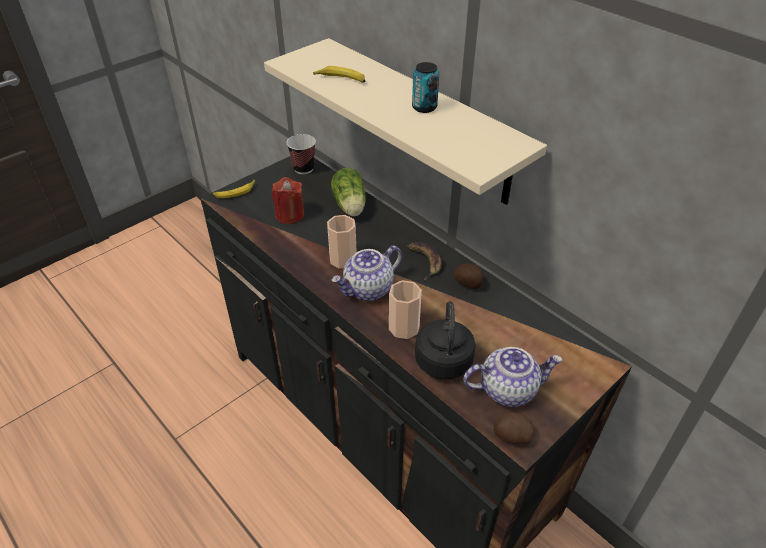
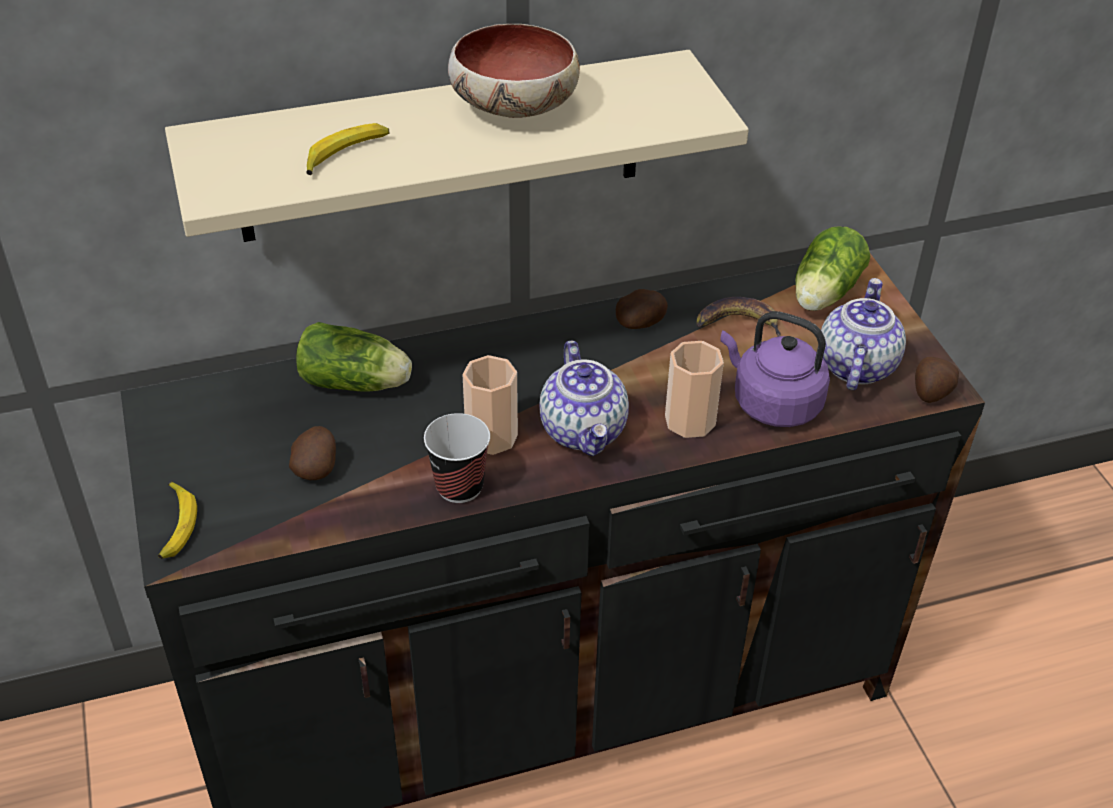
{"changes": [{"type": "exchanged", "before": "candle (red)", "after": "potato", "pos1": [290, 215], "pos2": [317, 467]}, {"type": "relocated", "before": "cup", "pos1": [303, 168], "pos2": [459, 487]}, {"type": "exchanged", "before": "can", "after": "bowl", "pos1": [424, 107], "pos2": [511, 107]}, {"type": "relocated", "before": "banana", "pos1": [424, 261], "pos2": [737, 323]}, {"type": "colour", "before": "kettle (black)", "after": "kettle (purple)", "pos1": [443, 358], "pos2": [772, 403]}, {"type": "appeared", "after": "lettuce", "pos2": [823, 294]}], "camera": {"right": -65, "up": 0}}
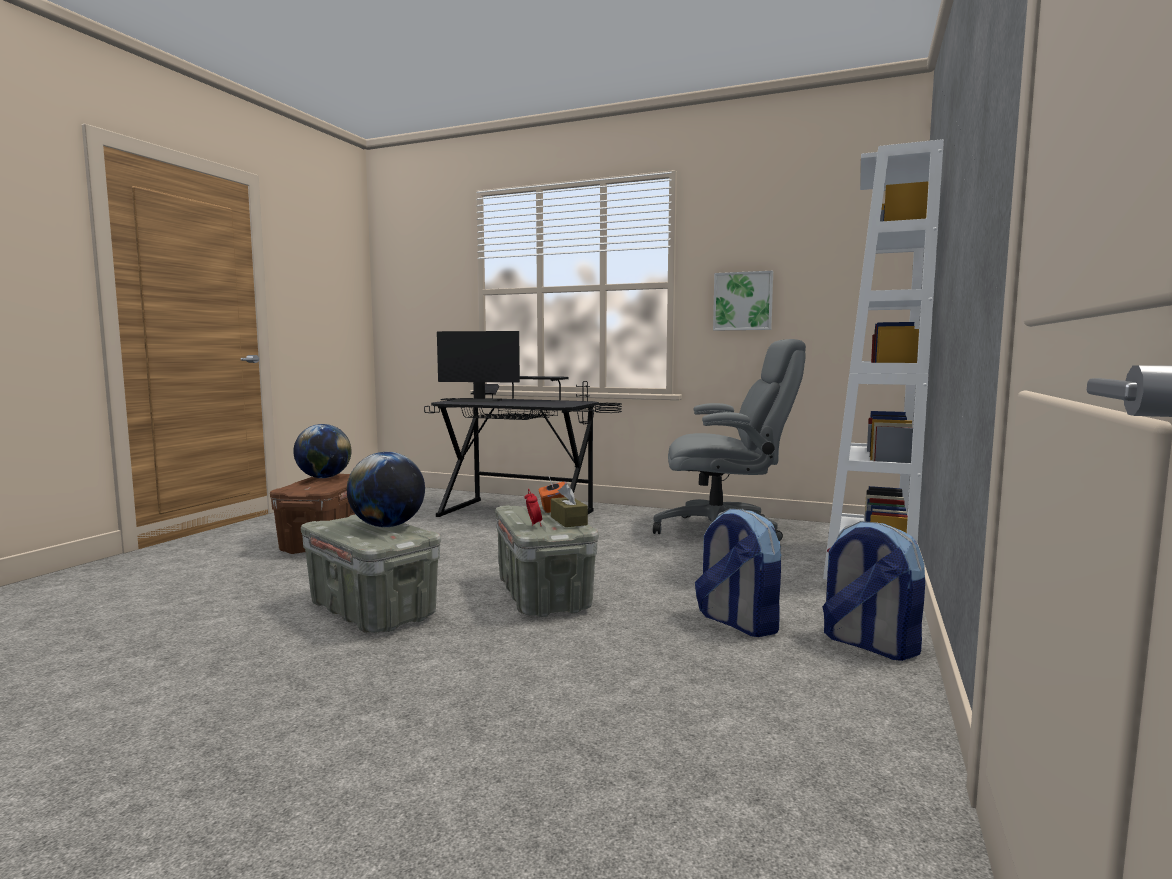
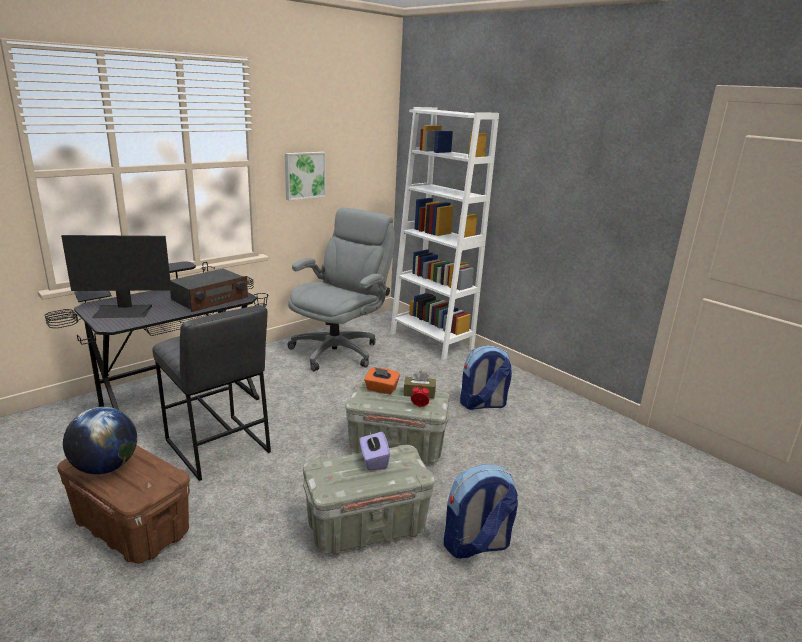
{"changes": [{"type": "spun", "before": "monitor", "pos1": [477, 401], "pos2": [123, 311], "turn": 45}, {"type": "appeared", "after": "stool (grey)", "pos2": [218, 447]}, {"type": "appeared", "after": "radio", "pos2": [210, 299]}, {"type": "exchanged", "before": "globe", "after": "tissue box (purple)", "pos1": [388, 526], "pos2": [373, 461]}, {"type": "relocated", "before": "backpack", "pos1": [868, 644], "pos2": [476, 546]}], "camera": {"right": -65, "up": 15}}
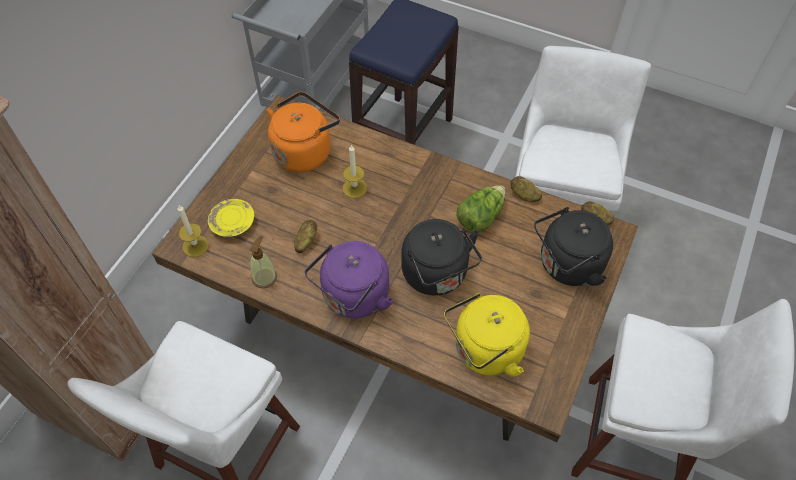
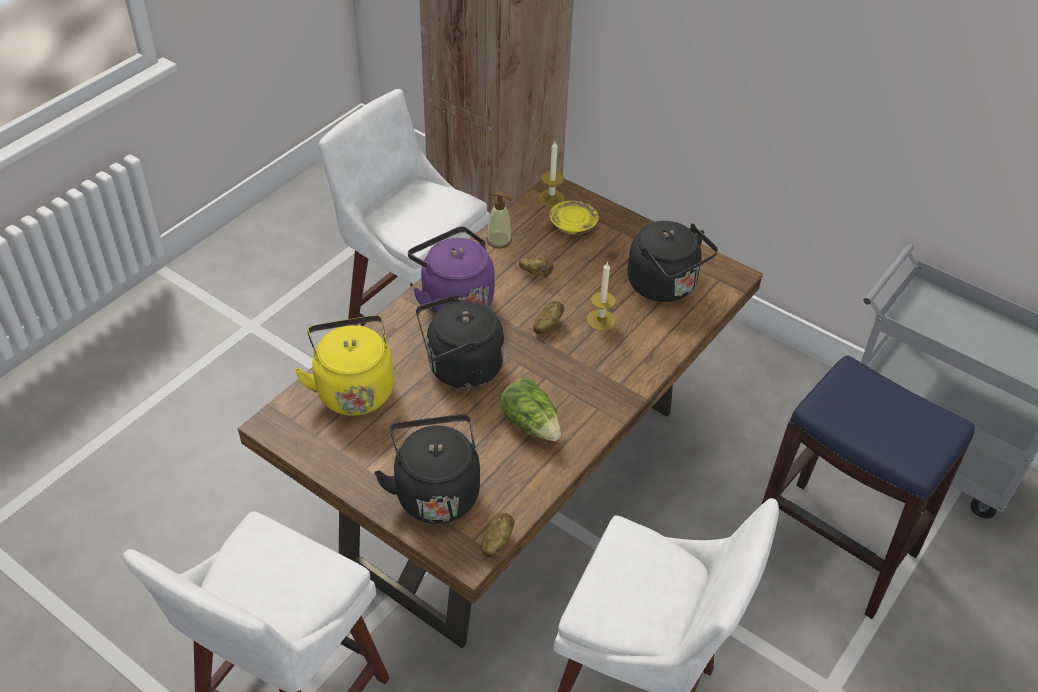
{"changes": [{"type": "relocated", "before": "potato", "pos1": [524, 195], "pos2": [547, 325]}, {"type": "colour", "before": "kettle (orange)", "after": "kettle (black)", "pos1": [304, 151], "pos2": [665, 286]}], "camera": {"right": 100, "up": -10}}
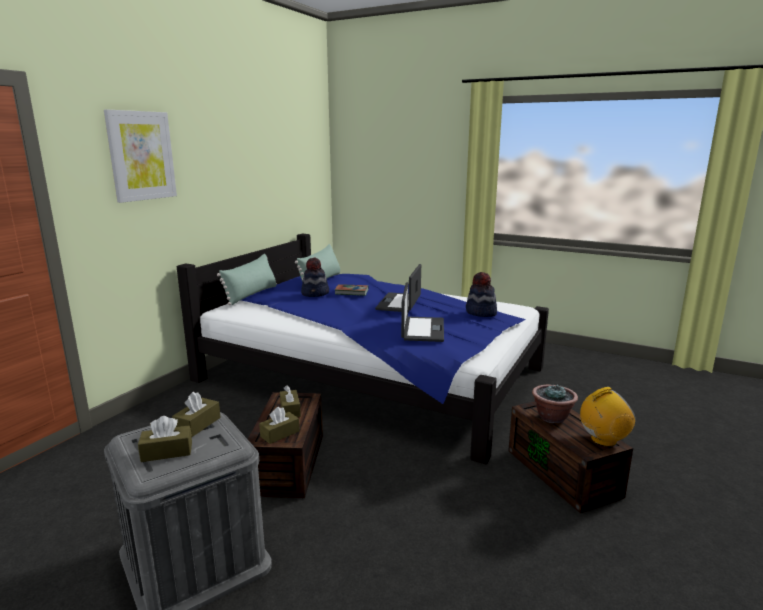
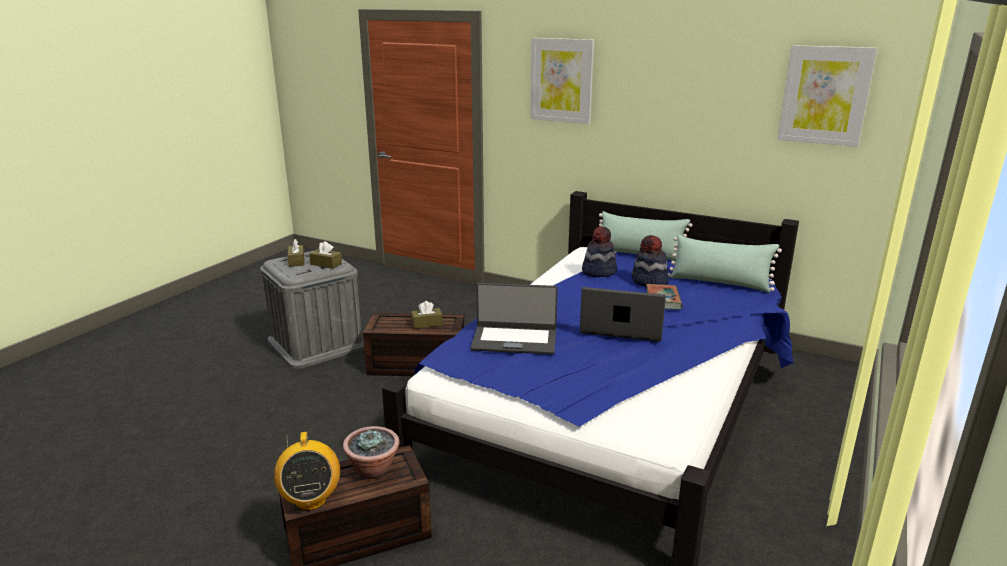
{"changes": [{"type": "relocated", "before": "hat", "pos1": [480, 313], "pos2": [598, 271]}, {"type": "appeared", "after": "picture", "pos2": [825, 95]}, {"type": "missing", "before": "tissue box (brown)", "pos1": [280, 434]}], "camera": {"right": 90, "up": 5}}
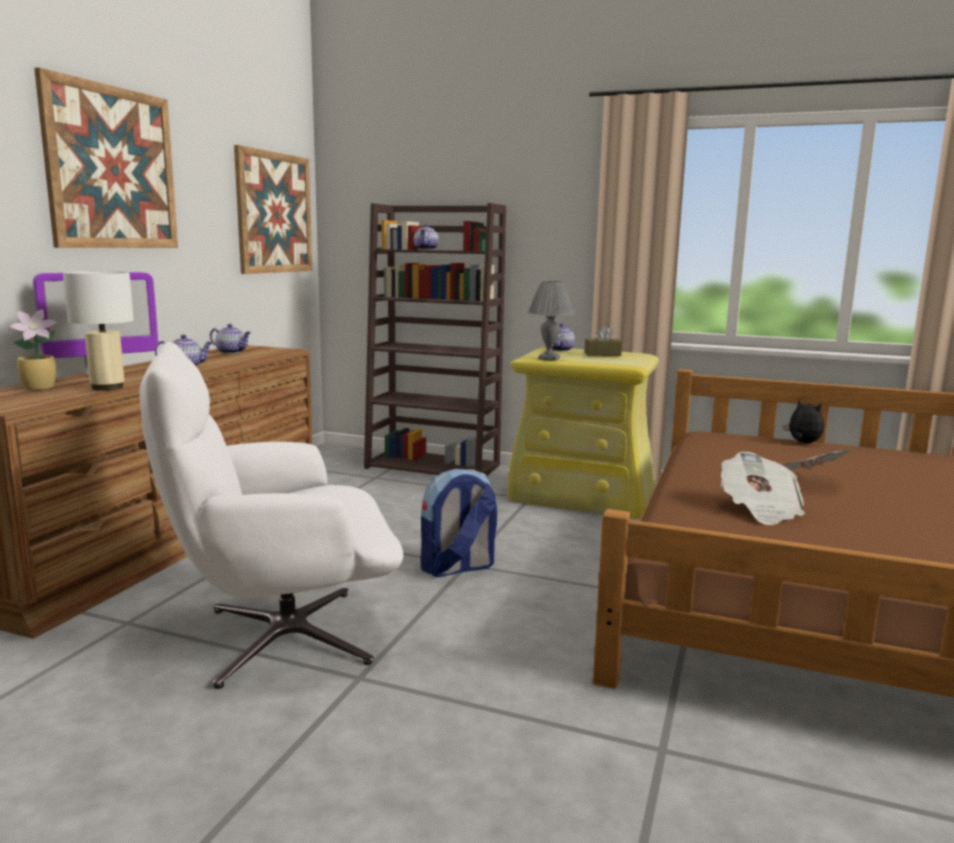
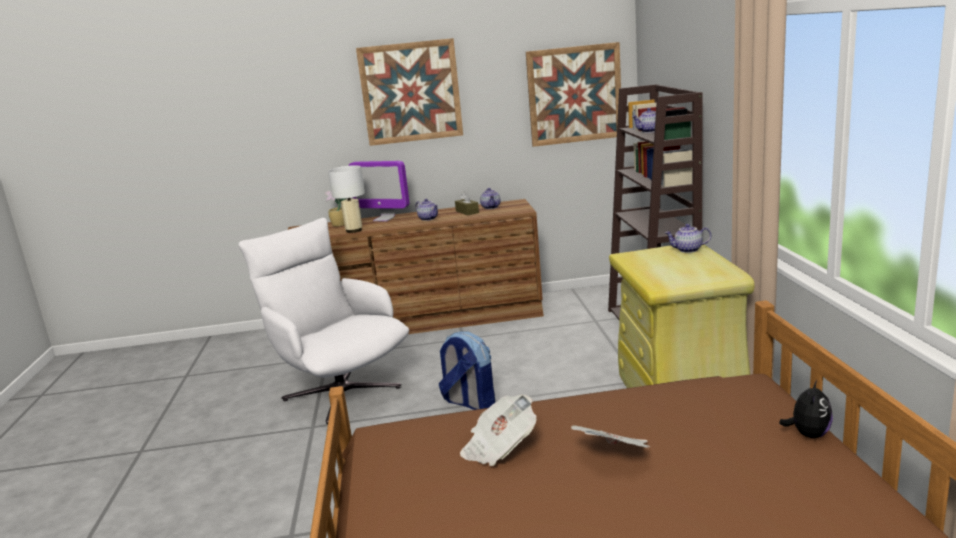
{"changes": [{"type": "relocated", "before": "tissue box (brown)", "pos1": [602, 354], "pos2": [467, 212]}, {"type": "missing", "before": "table lamp (grey)", "pos1": [548, 358]}], "camera": {"right": 65, "up": 5}}
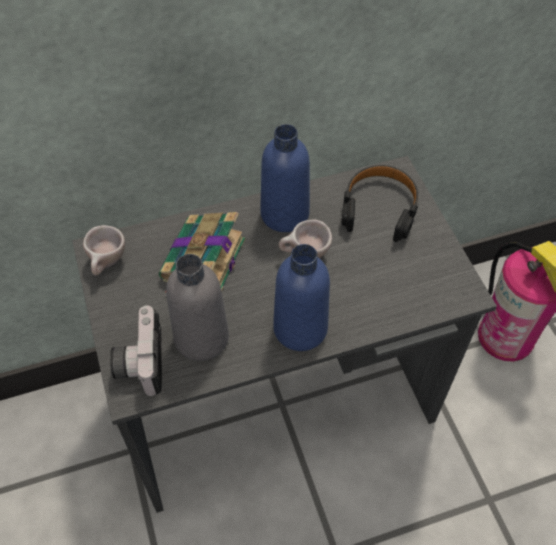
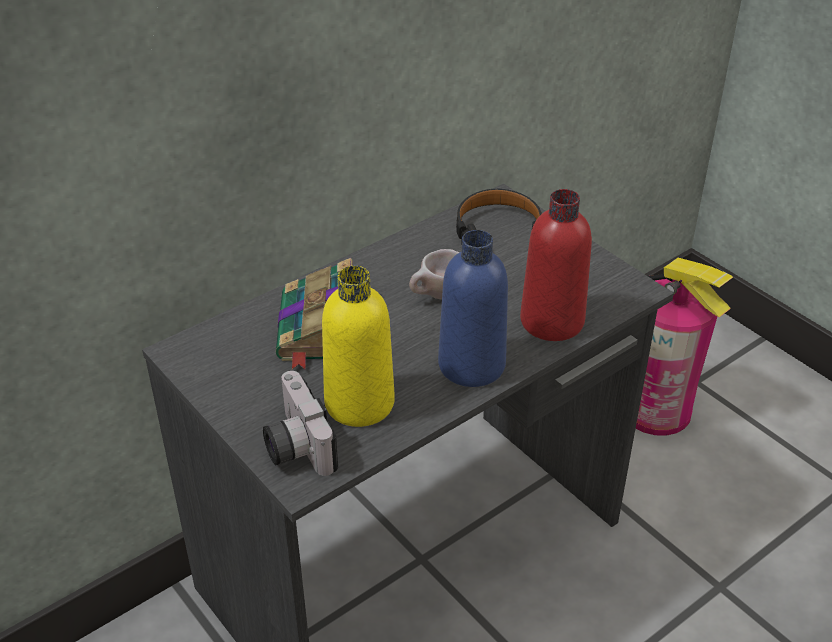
{"changes": [{"type": "colour", "before": "bottle (grey)", "after": "bottle (yellow)", "pos1": [201, 337], "pos2": [359, 403]}, {"type": "appeared", "after": "bottle (red)", "pos2": [552, 321]}, {"type": "missing", "before": "cup (beige)", "pos1": [107, 264]}, {"type": "missing", "before": "bottle (blue)", "pos1": [284, 214]}], "camera": {"right": -20, "up": -15}}
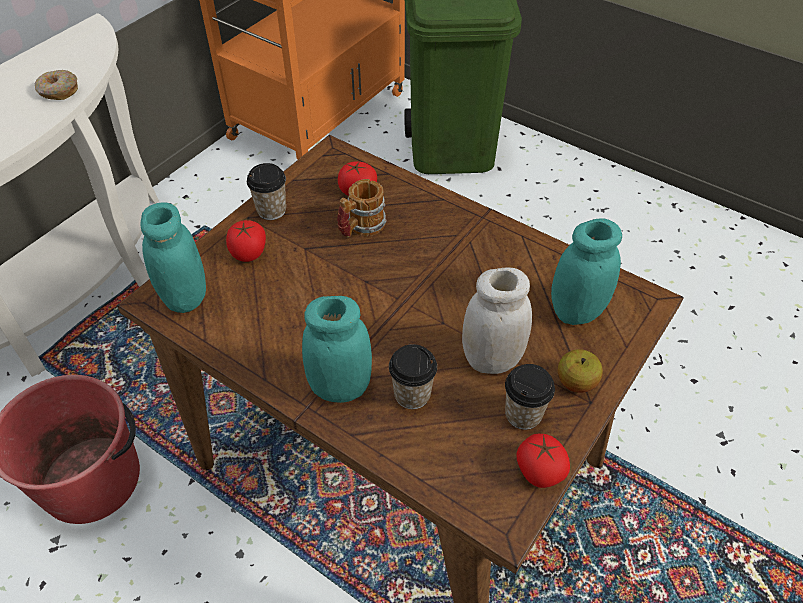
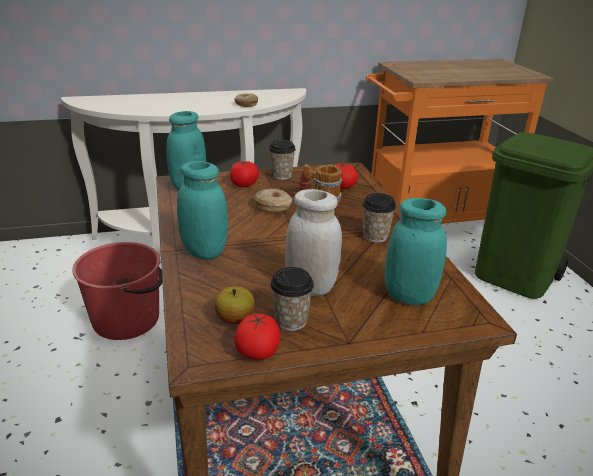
{"changes": [{"type": "relocated", "before": "apple", "pos1": [576, 382], "pos2": [235, 319]}, {"type": "appeared", "after": "donut", "pos2": [273, 206]}, {"type": "relocated", "before": "cup", "pos1": [412, 394], "pos2": [375, 236]}], "camera": {"right": 40, "up": -20}}
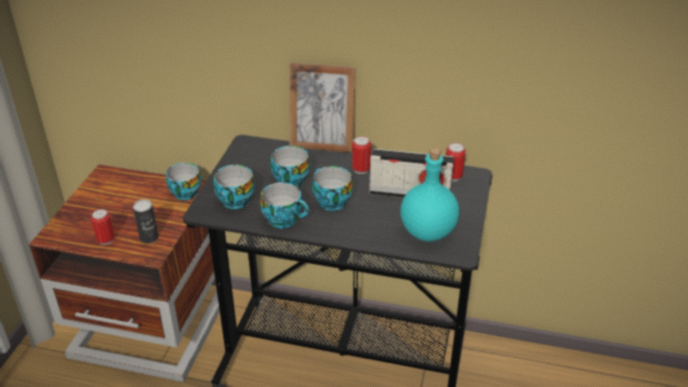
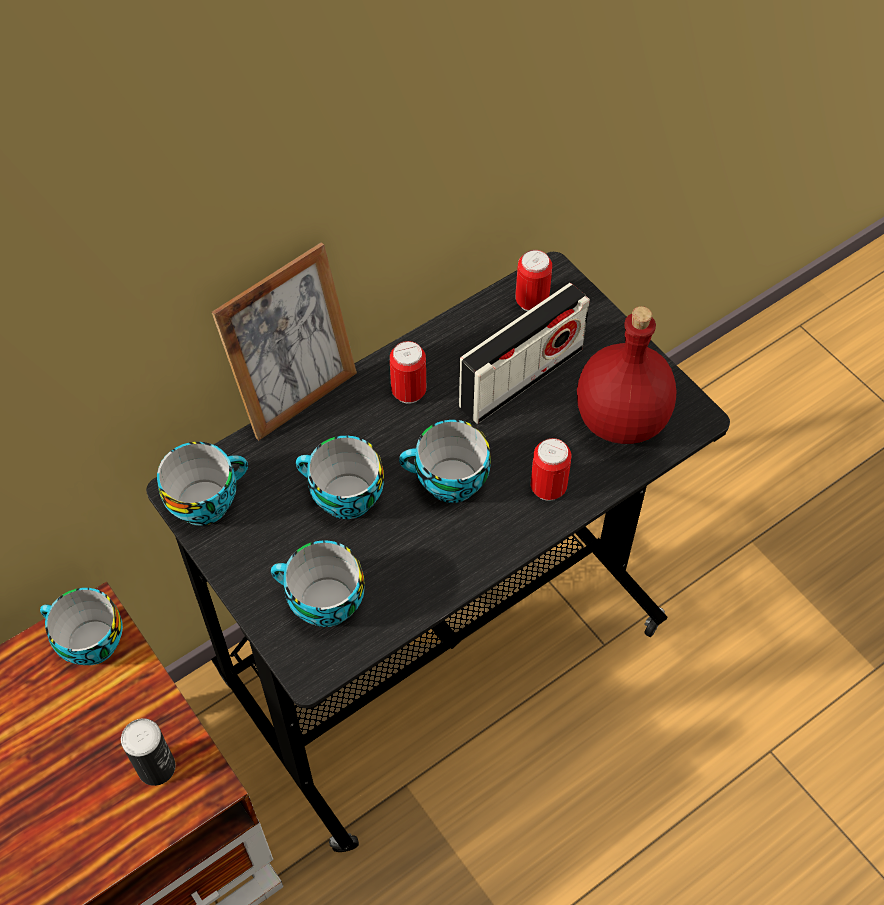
{"changes": [{"type": "relocated", "before": "cup", "pos1": [285, 219], "pos2": [206, 500]}, {"type": "relocated", "before": "can", "pos1": [106, 240], "pos2": [548, 488]}, {"type": "colour", "before": "bottle (turquoise)", "after": "bottle (red)", "pos1": [428, 232], "pos2": [621, 418]}], "camera": {"right": -50, "up": 20}}
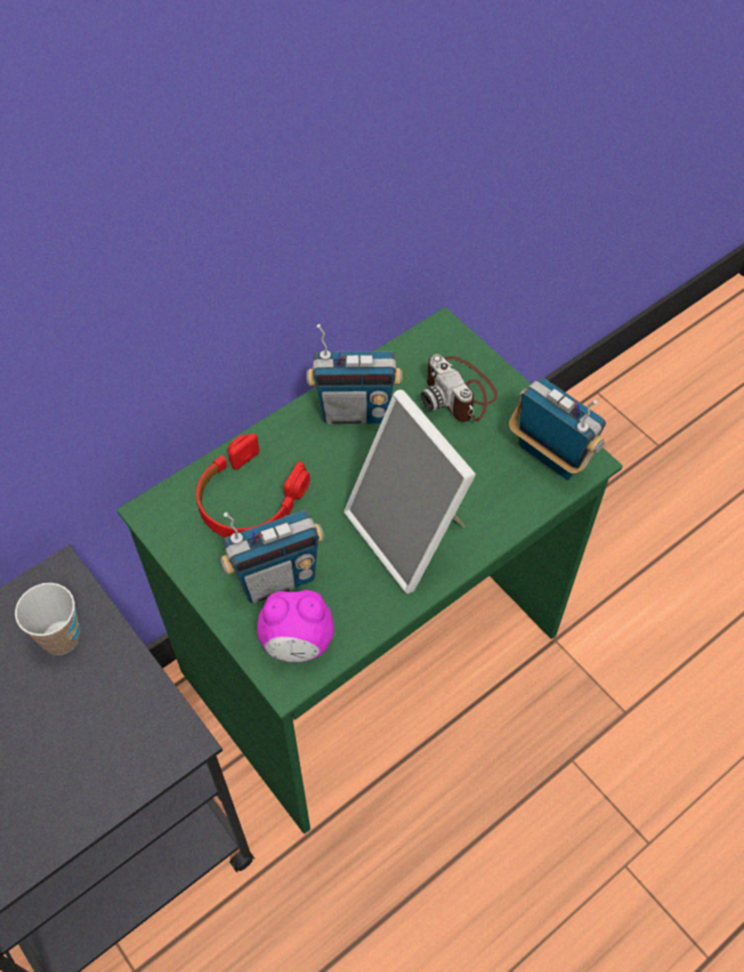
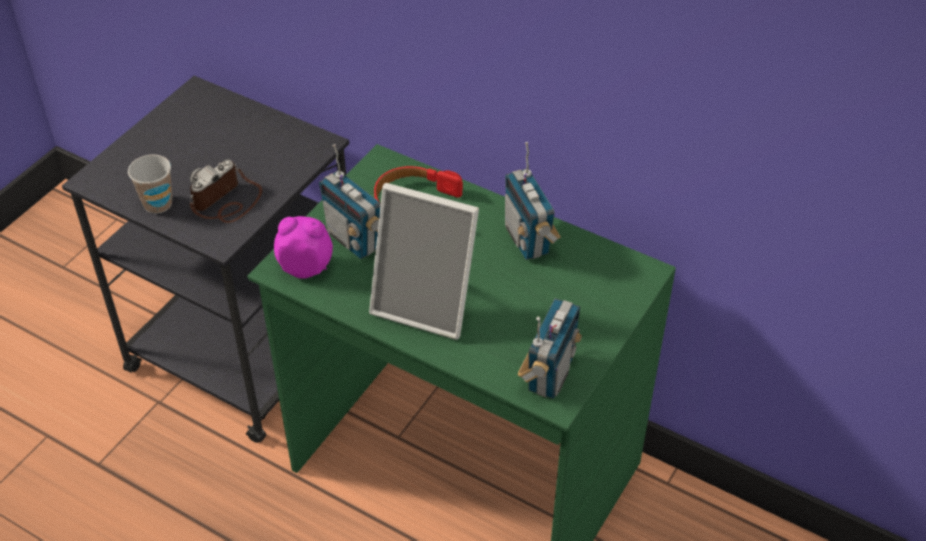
{"changes": [{"type": "relocated", "before": "cup", "pos1": [61, 638], "pos2": [158, 204]}, {"type": "relocated", "before": "photo camera", "pos1": [459, 392], "pos2": [226, 201]}, {"type": "spun", "before": "alarm clock", "pos1": [297, 644], "pos2": [306, 267], "turn": 120}, {"type": "spun", "before": "picture frame", "pos1": [410, 534], "pos2": [427, 303], "turn": -105}], "camera": {"right": 70, "up": -10}}
